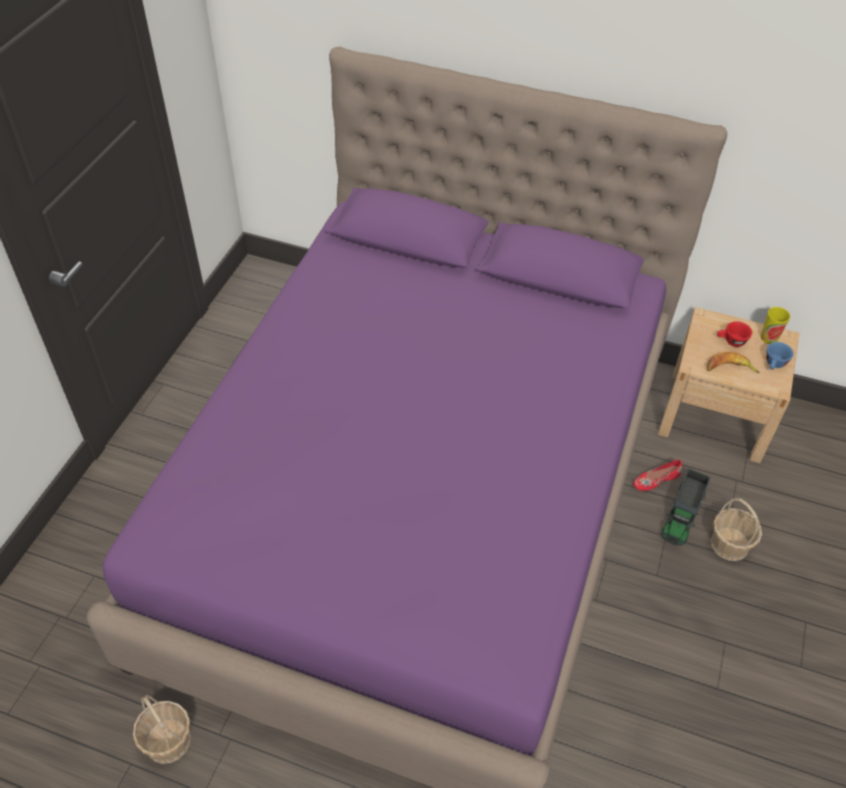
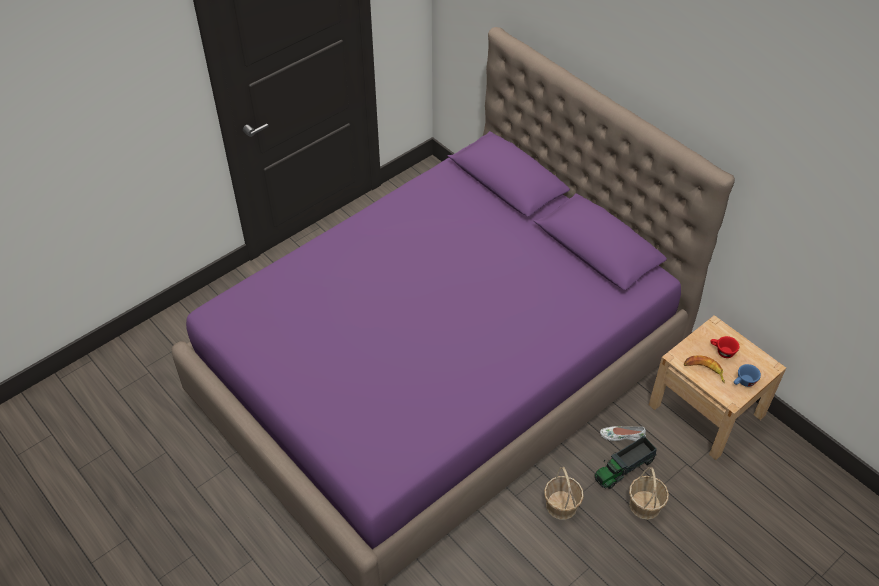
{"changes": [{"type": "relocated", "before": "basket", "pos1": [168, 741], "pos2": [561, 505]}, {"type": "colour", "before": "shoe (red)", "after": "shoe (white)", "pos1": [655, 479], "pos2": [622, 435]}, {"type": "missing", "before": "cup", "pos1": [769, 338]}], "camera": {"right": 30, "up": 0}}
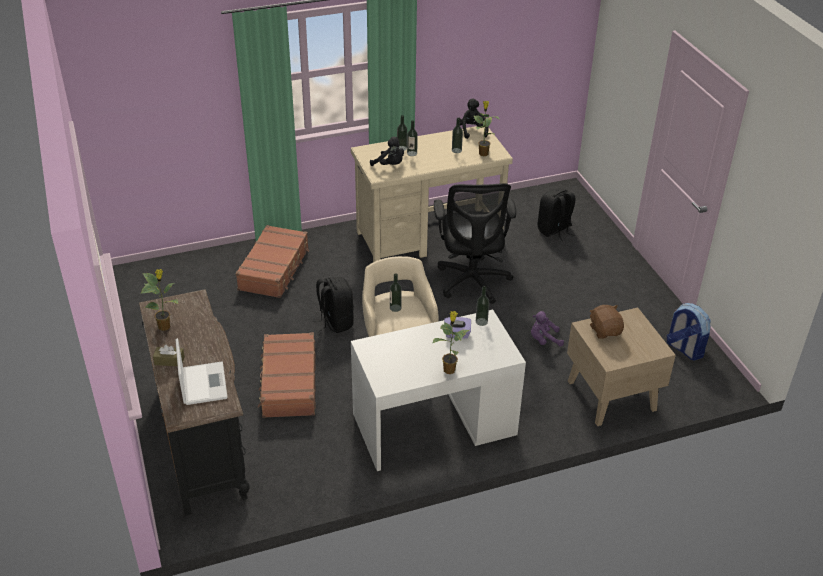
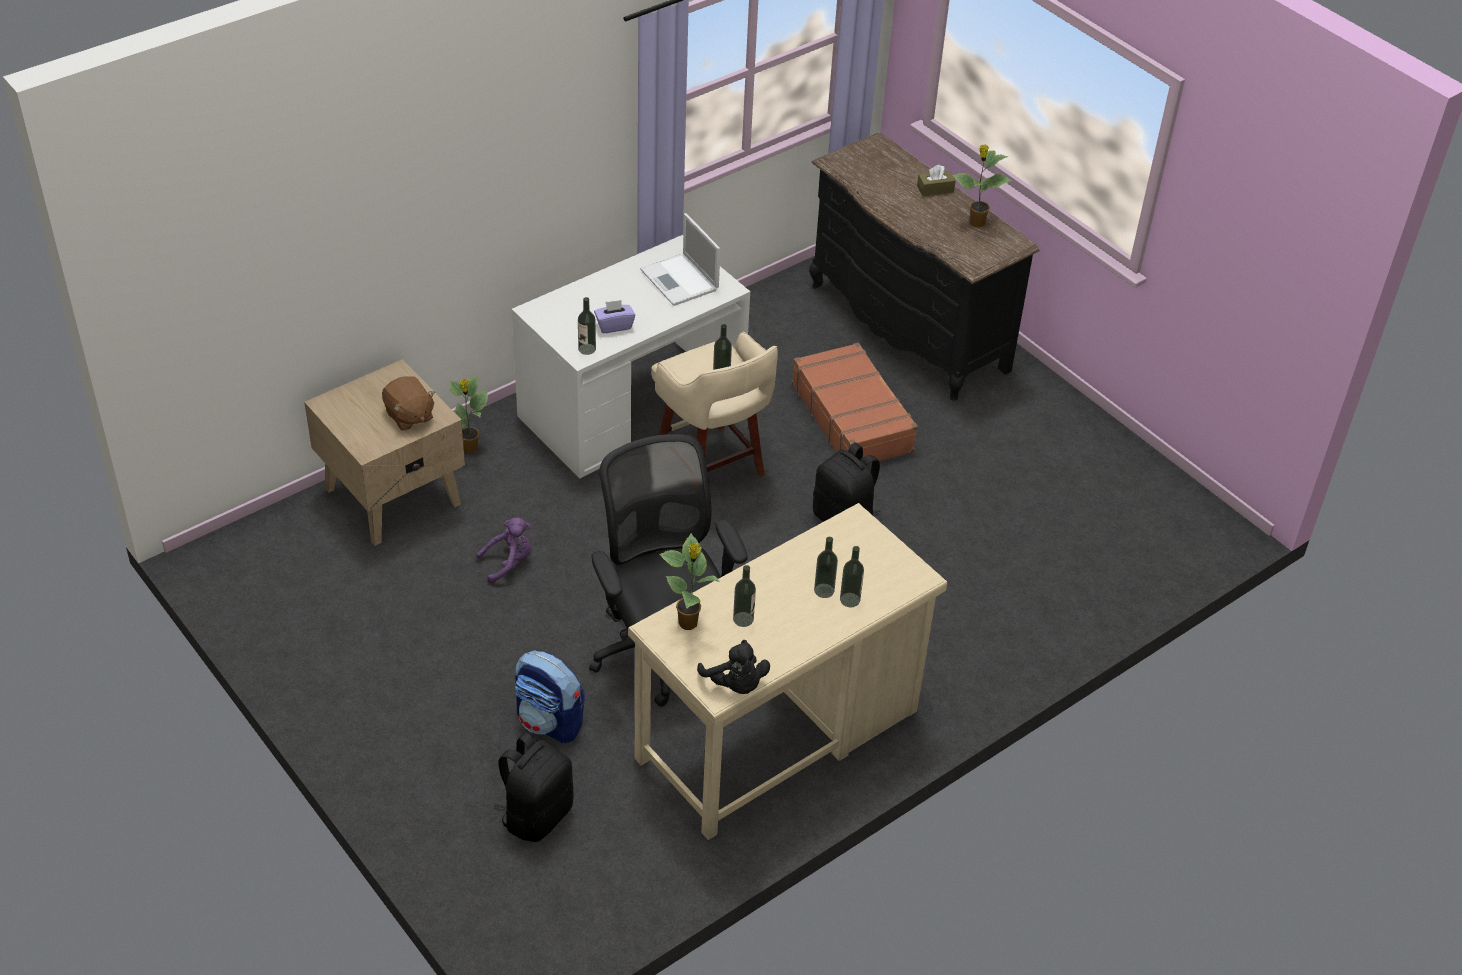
{"changes": [{"type": "relocated", "before": "potted plant", "pos1": [449, 369], "pos2": [470, 449]}, {"type": "relocated", "before": "backpack", "pos1": [684, 349], "pos2": [550, 722]}, {"type": "relocated", "before": "laptop", "pos1": [203, 383], "pos2": [680, 281]}, {"type": "missing", "before": "suitcase (brown)", "pos1": [274, 269]}, {"type": "missing", "before": "plush toy (black)", "pos1": [389, 165]}], "camera": {"right": 160, "up": 5}}
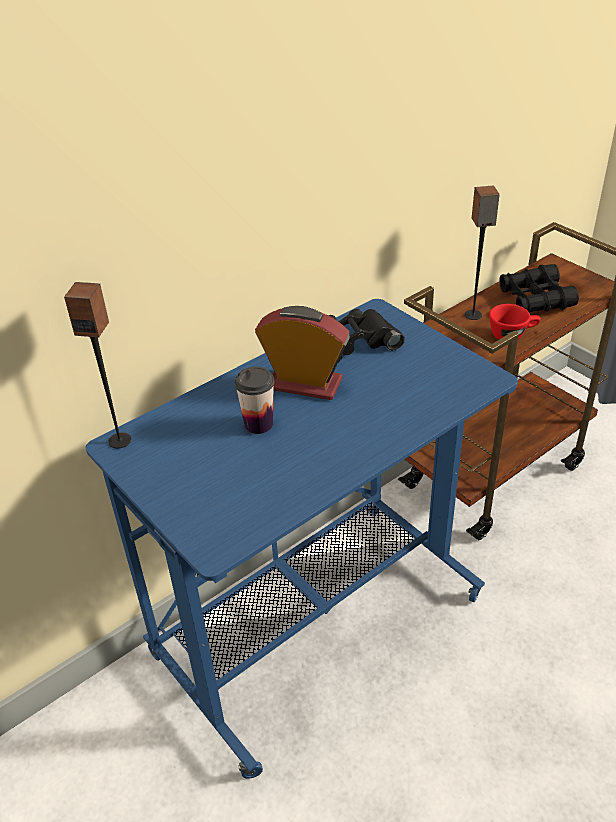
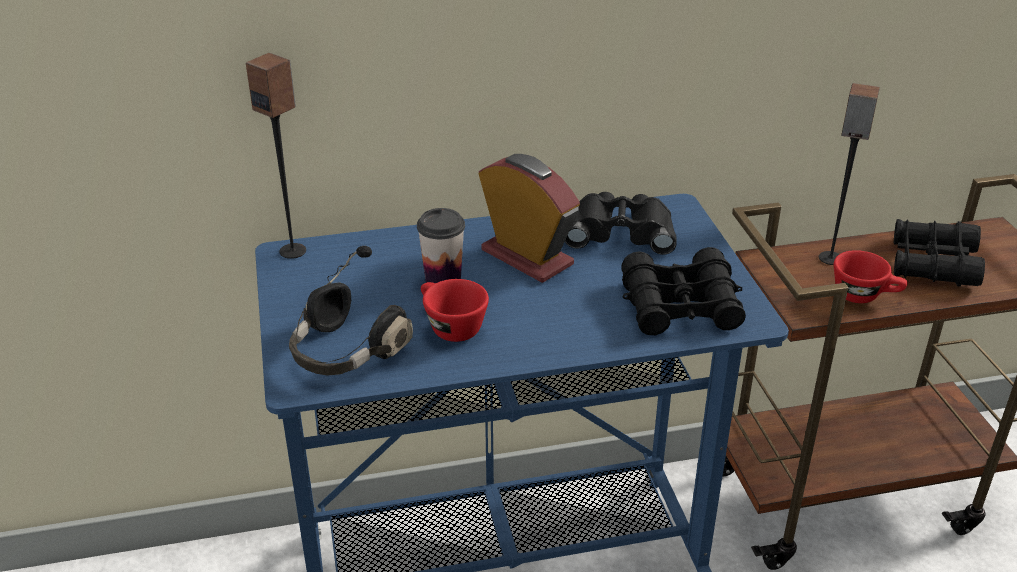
{"changes": [{"type": "appeared", "after": "headphones (black)", "pos2": [346, 352]}, {"type": "appeared", "after": "cup (red)", "pos2": [449, 326]}, {"type": "appeared", "after": "binoculars (black)", "pos2": [680, 306]}], "camera": {"right": 25, "up": -5}}
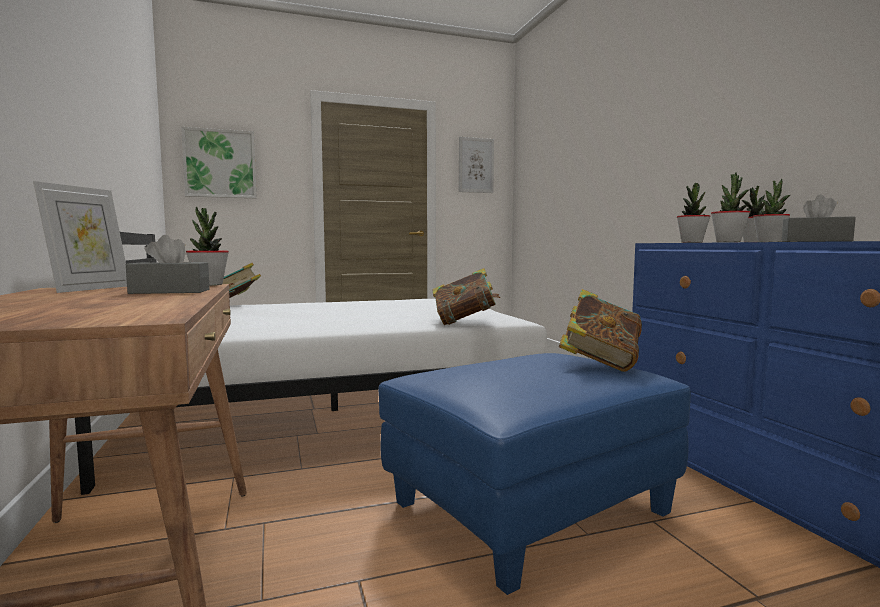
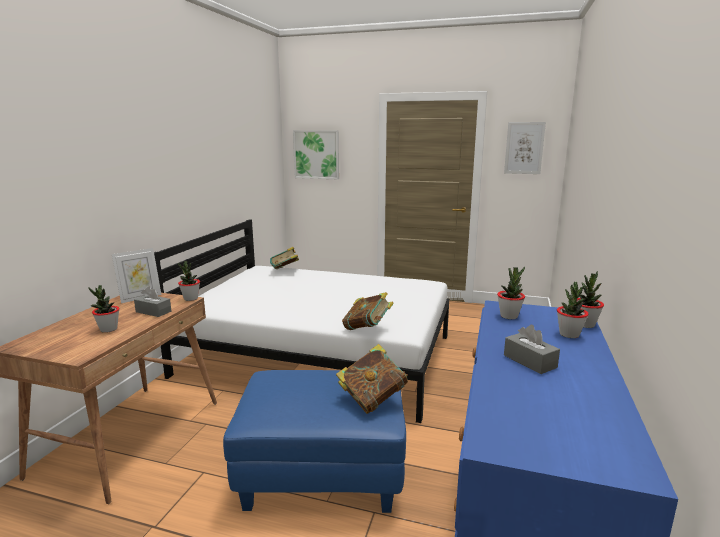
{"changes": [{"type": "relocated", "before": "potted plant", "pos1": [728, 242], "pos2": [108, 329]}], "camera": {"right": 35, "up": 10}}
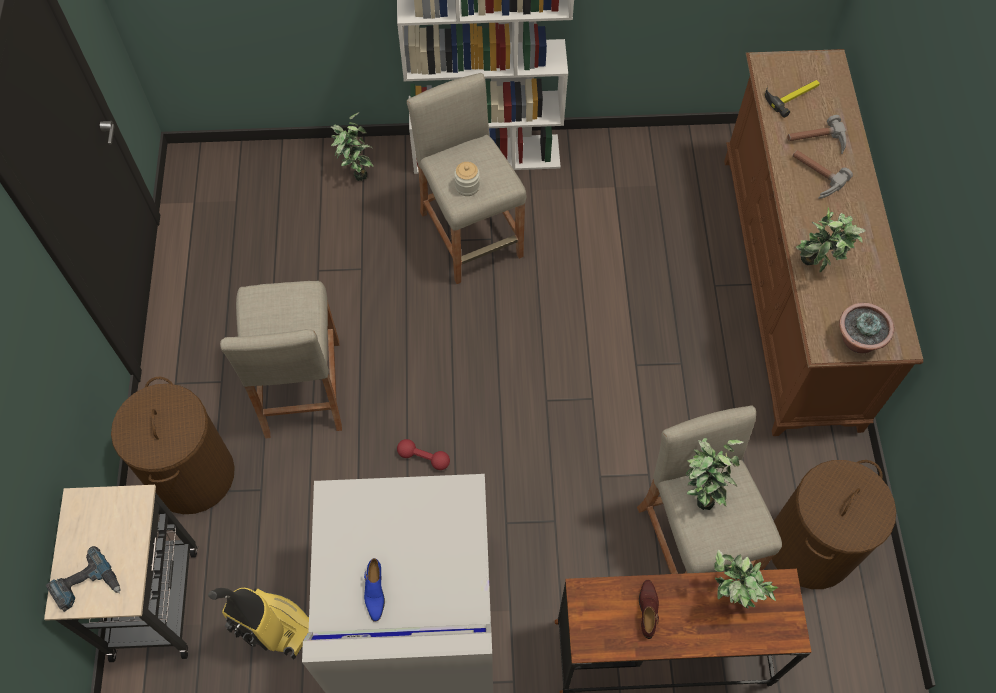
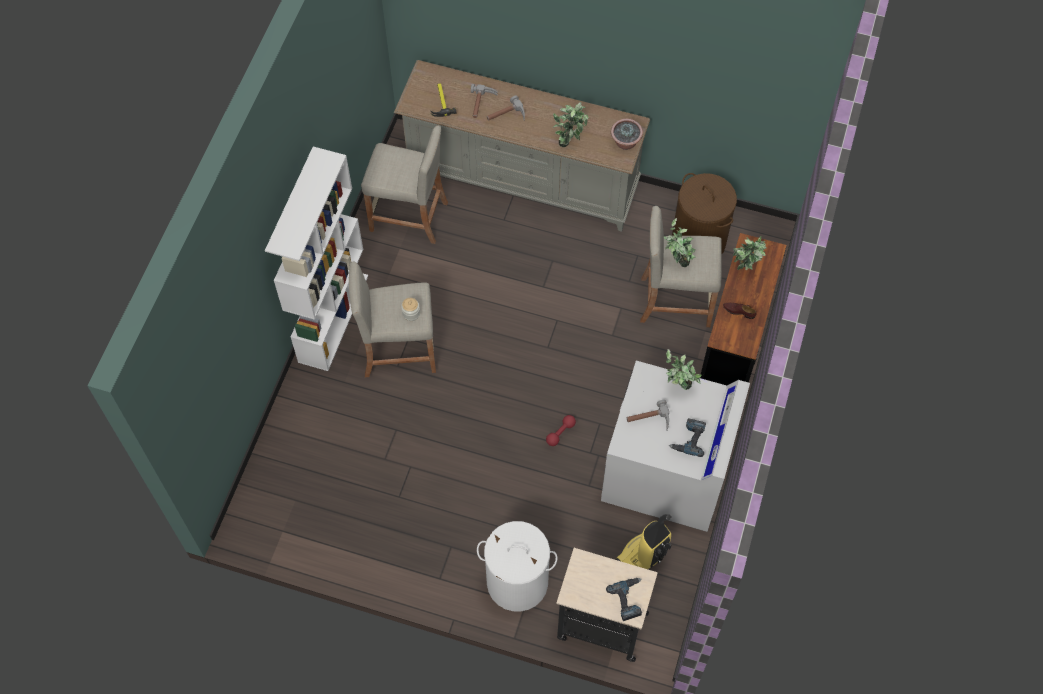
{"changes": [{"type": "relocated", "before": "stool (beige)", "pos1": [301, 388], "pos2": [409, 216]}, {"type": "colour", "before": "cabinet (brown)", "after": "cabinet (grey)", "pos1": [786, 287], "pos2": [522, 181]}, {"type": "colour", "before": "laundry basket (brown)", "after": "laundry basket (white)", "pos1": [192, 474], "pos2": [517, 582]}, {"type": "appeared", "after": "hammer", "pos2": [649, 421]}, {"type": "relocated", "before": "potted plant", "pos1": [356, 172], "pos2": [678, 387]}, {"type": "exchanged", "before": "shoe (blue)", "after": "power drill", "pos1": [374, 592], "pos2": [689, 439]}], "camera": {"right": -70, "up": 0}}
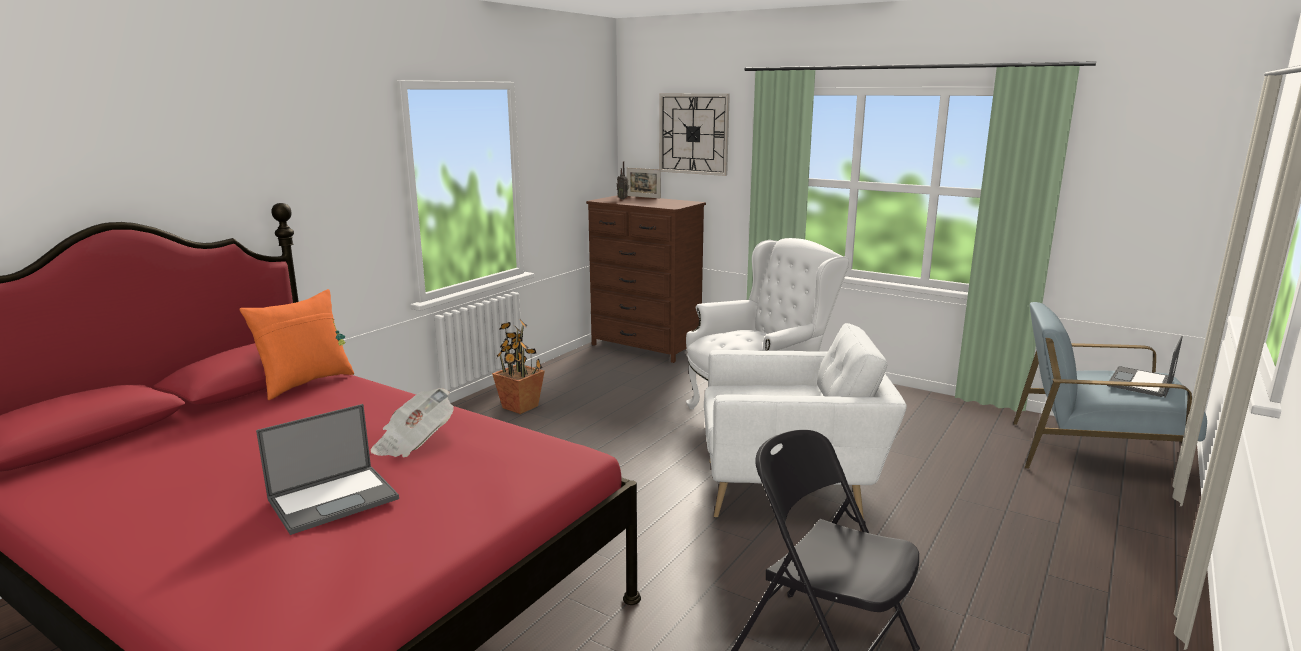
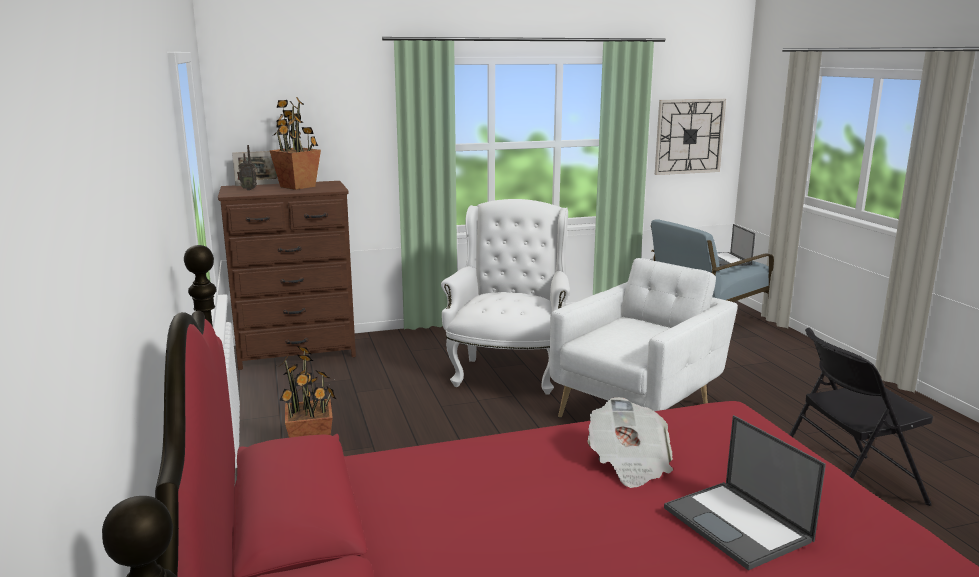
{"changes": [{"type": "appeared", "after": "potted plant", "pos2": [297, 187]}, {"type": "relocated", "before": "wall clock", "pos1": [693, 134], "pos2": [689, 136]}, {"type": "spun", "before": "laptop", "pos1": [334, 498], "pos2": [738, 525], "turn": 150}, {"type": "missing", "before": "pillow (orange)", "pos1": [306, 384]}], "camera": {"right": -50, "up": 0}}
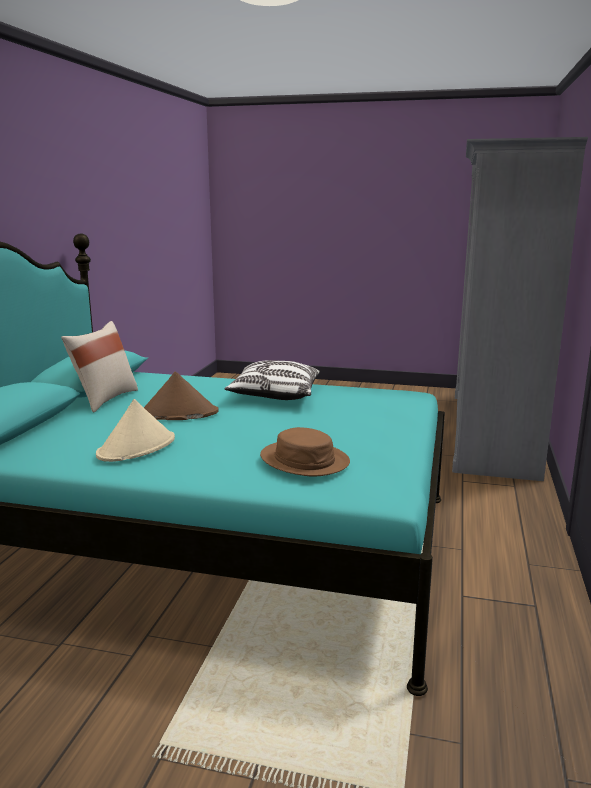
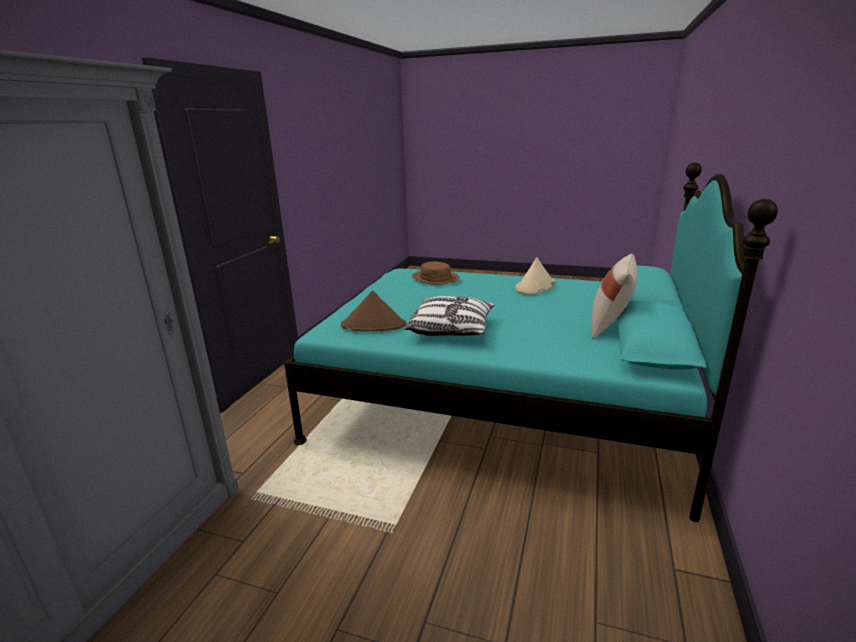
{"changes": [{"type": "relocated", "before": "hat (brown)", "pos1": [178, 413], "pos2": [374, 325]}], "camera": {"right": -175, "up": 5}}
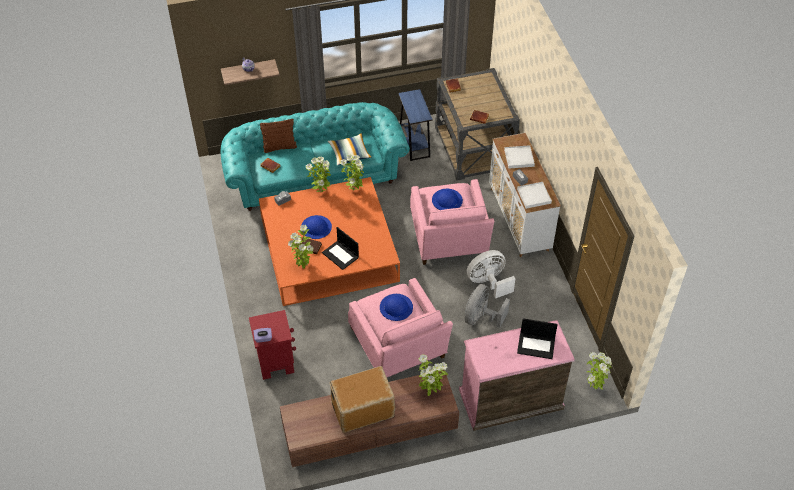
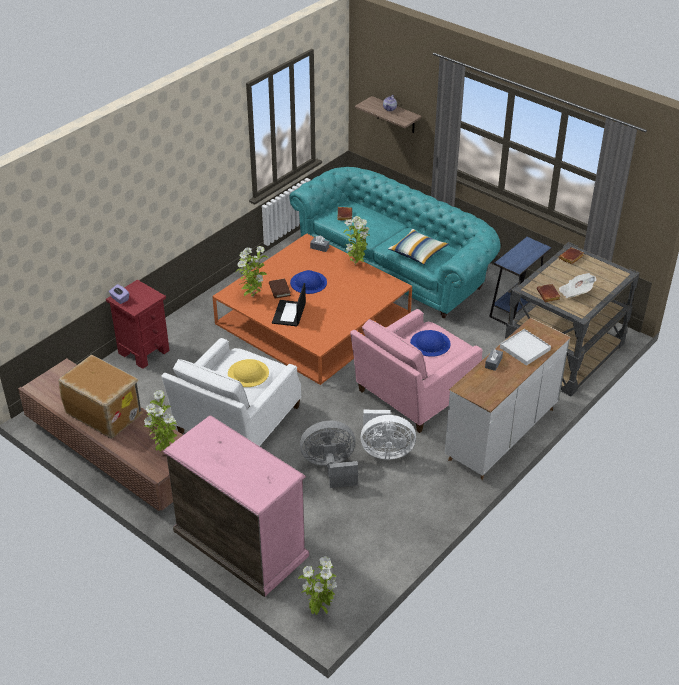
{"changes": [{"type": "colour", "before": "armchair (pink)", "after": "armchair (white)", "pos1": [398, 345], "pos2": [237, 422]}, {"type": "colour", "before": "hat (blue)", "after": "hat (yellow)", "pos1": [396, 307], "pos2": [248, 373]}, {"type": "spun", "before": "fan (white)", "pos1": [488, 282], "pos2": [385, 451], "turn": 150}, {"type": "appeared", "after": "newspaper", "pos2": [575, 292]}, {"type": "missing", "before": "pillow (brown)", "pos1": [280, 147]}, {"type": "missing", "before": "potted plant", "pos1": [354, 190]}, {"type": "missing", "before": "tray (white)", "pos1": [534, 196]}, {"type": "missing", "before": "laptop", "pos1": [536, 345]}], "camera": {"right": 55, "up": -10}}
